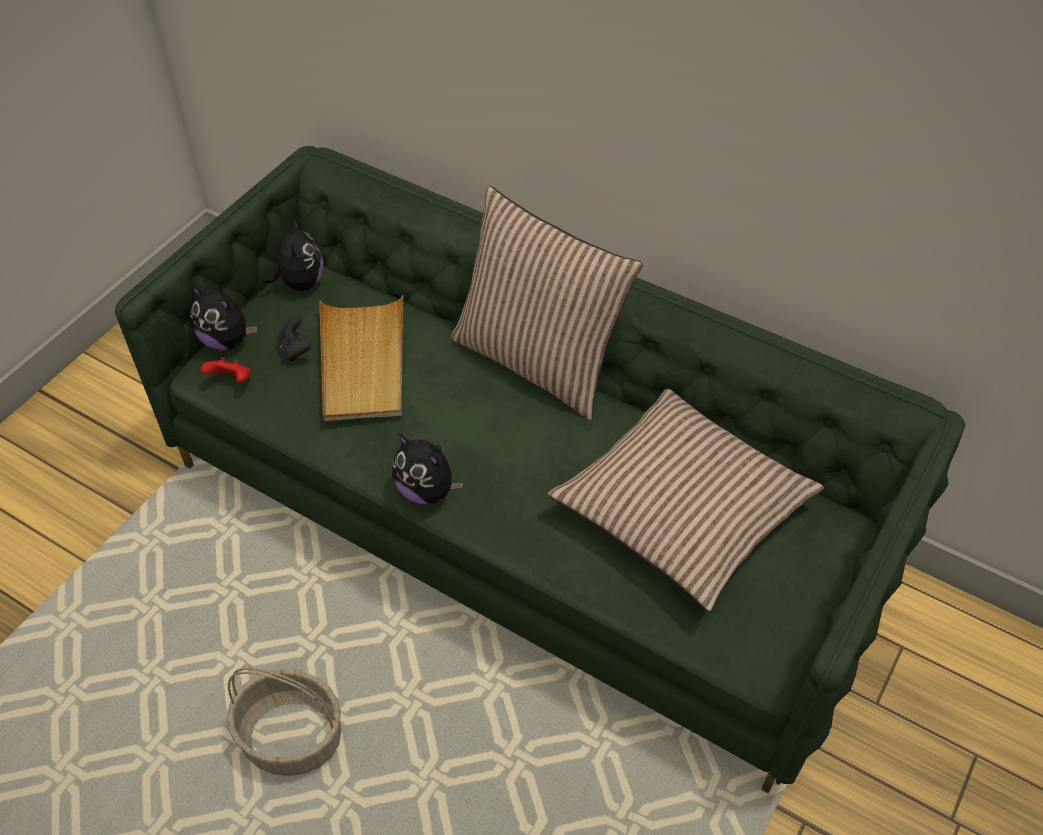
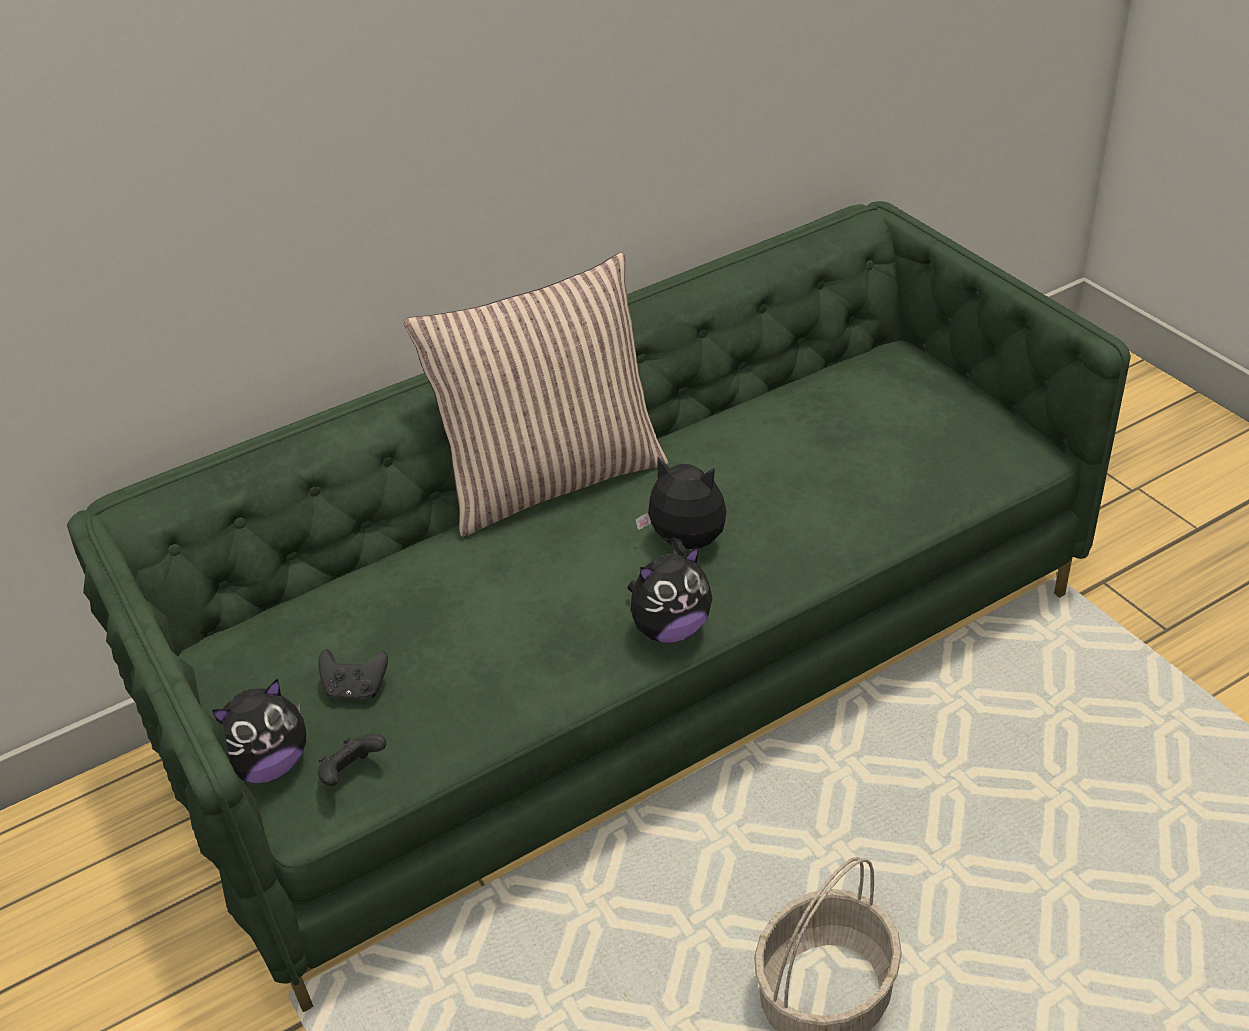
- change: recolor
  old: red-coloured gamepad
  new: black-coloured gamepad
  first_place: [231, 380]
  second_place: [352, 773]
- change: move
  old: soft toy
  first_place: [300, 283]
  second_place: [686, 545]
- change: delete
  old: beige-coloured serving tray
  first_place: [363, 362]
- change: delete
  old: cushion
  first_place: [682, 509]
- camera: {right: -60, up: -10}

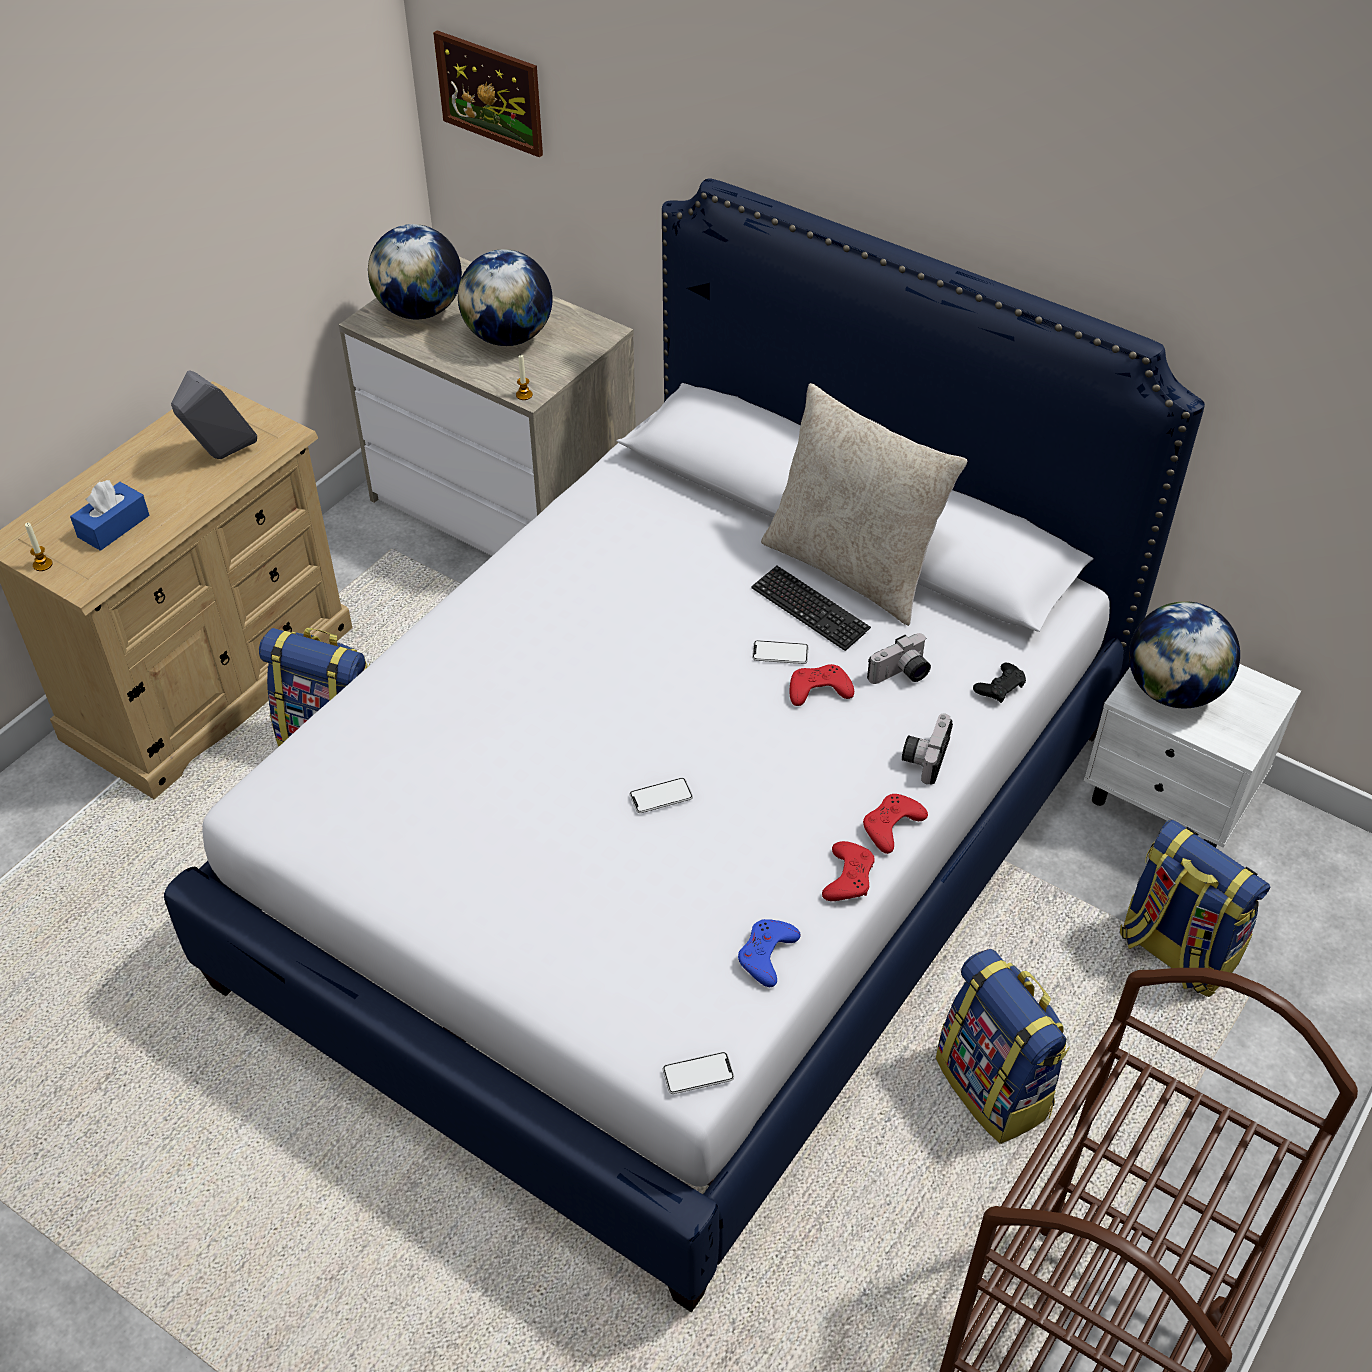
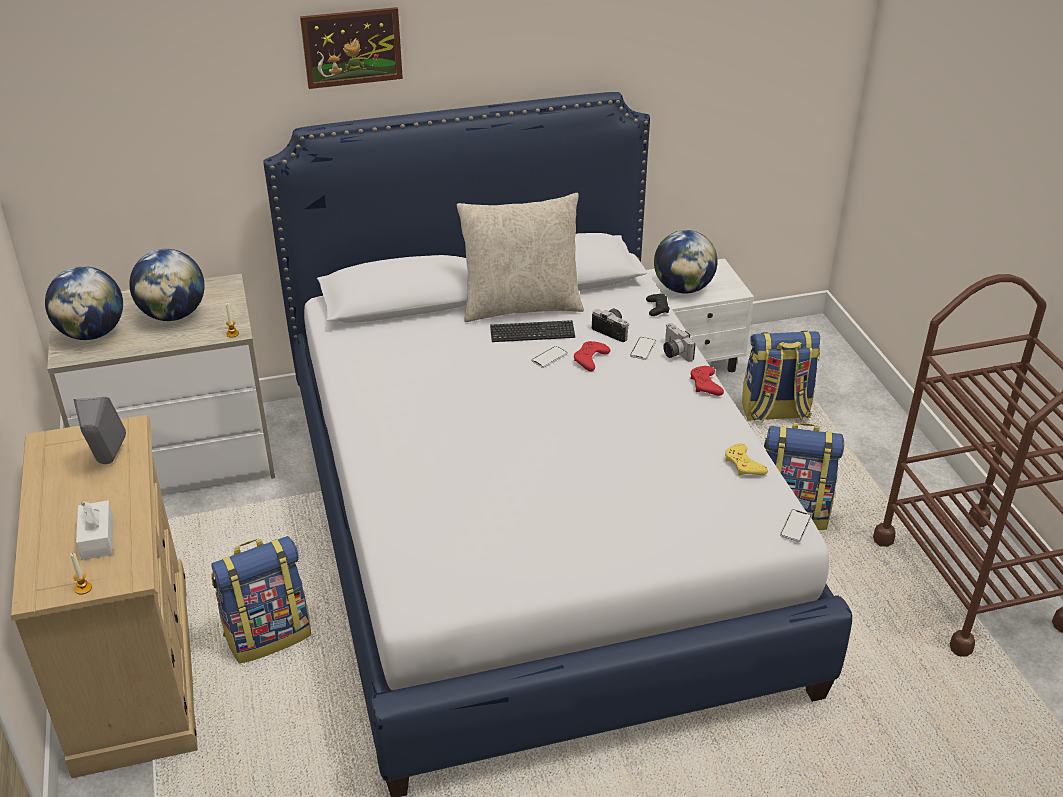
- change: recolor
  old: blue-coloured tissue box
  new: white tissue box
  first_place: [113, 526]
  second_place: [97, 538]
- change: move
  old: wall picture
  first_place: [490, 93]
  second_place: [352, 47]
- change: rotate
  old: still camera
  first_place: [901, 675]
  second_place: [613, 330]
  degrees: -60
- change: move
  old: handset
  first_place: [661, 796]
  second_place: [643, 349]
- change: recolor
  old: blue-coloured gamepad
  new: yellow-coloured gamepad
  first_place: [766, 955]
  second_place: [744, 465]
- change: delete
  old: red-coloured gamepad
  first_place: [848, 877]
- camera: {right: -50, up: -10}

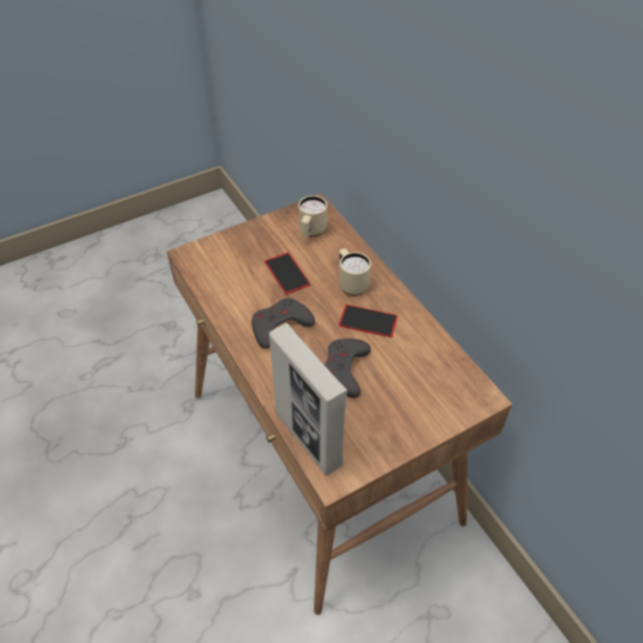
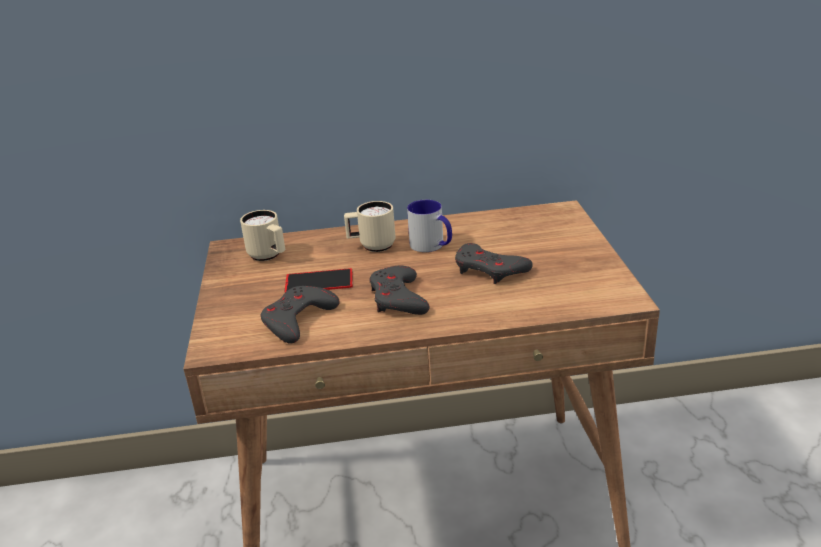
- change: insert
  new: gray gamepad
  second_place: [298, 319]
- change: replace
  old: handset
  new: tea mug
  first_place: [368, 321]
  second_place: [432, 246]
- change: delete
  old: standing frame
  first_place: [308, 439]
- camera: {right: -65, up: -20}

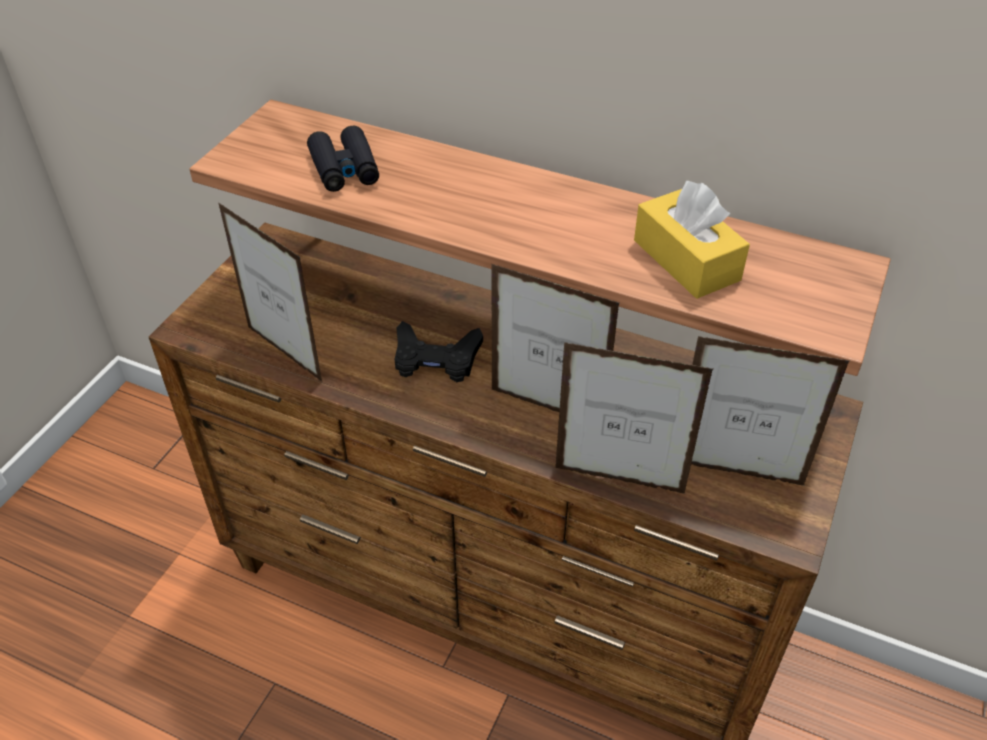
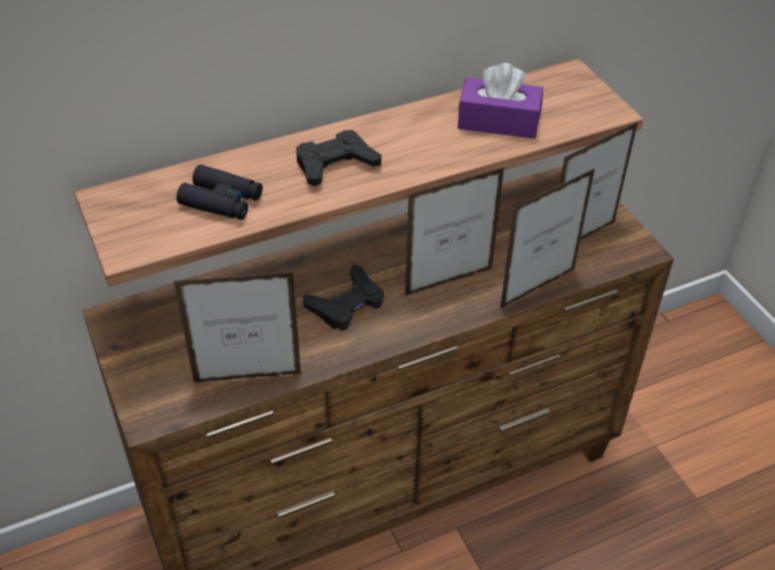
- change: insert
  new: black-coloured gamepad
  second_place: [335, 164]
- change: recolor
  old: yellow-coloured tissue box
  new: purple-coloured tissue box
  first_place: [686, 260]
  second_place: [498, 122]
- camera: {right: -50, up: 0}

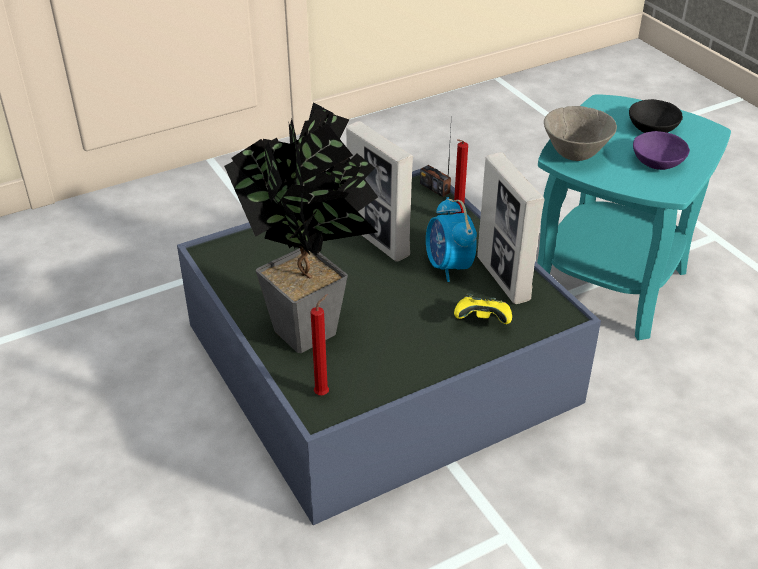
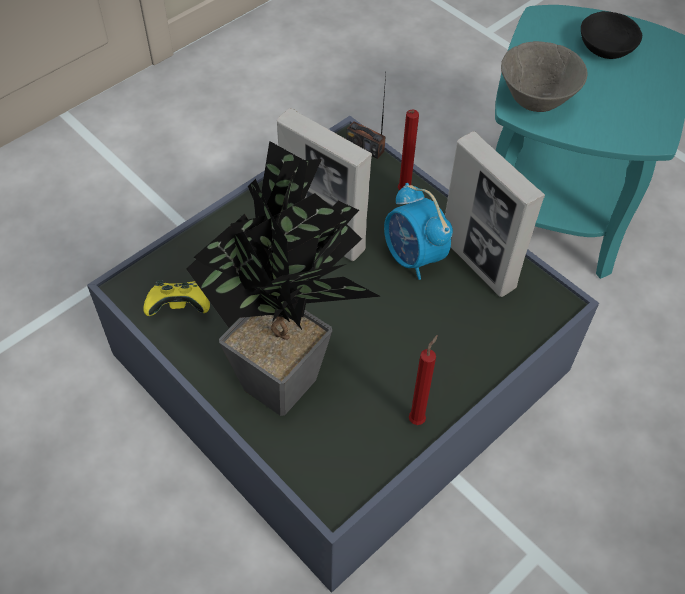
- change: move
  old: yellow-coloured gamepad
  first_place: [483, 321]
  second_place: [180, 307]
- change: move
  old: red-coloured wax candle
  first_place: [323, 393]
  second_place: [418, 418]
- change: delete
  old: purple-coloured deep dish
  first_place: [655, 161]
- camera: {right: -15, up: 15}

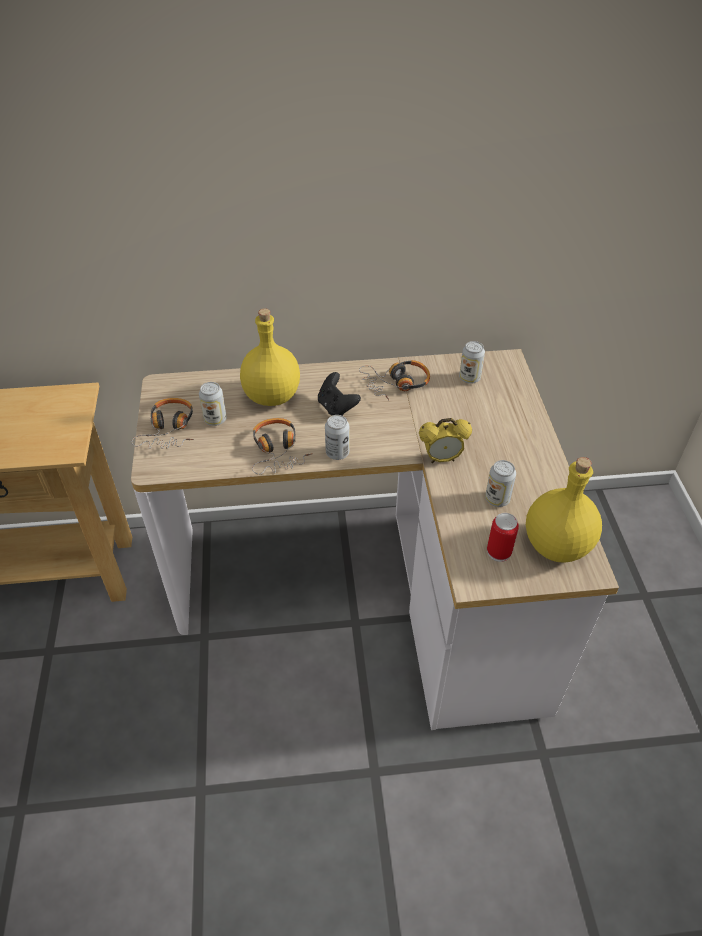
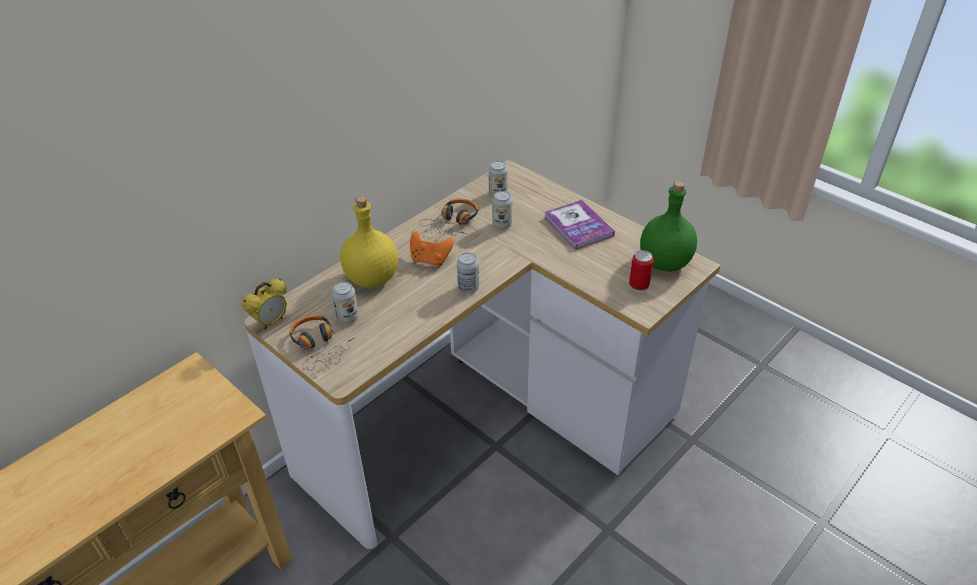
- change: move
  old: alarm clock
  first_place: [442, 459]
  second_place: [271, 322]
- change: recolor
  old: black-coloured gamepad
  new: orange gamepad
  first_place: [336, 407]
  second_place: [430, 260]
- change: move
  old: can
  first_place: [497, 499]
  second_place: [502, 225]
- change: insert
  new: volume
  second_place: [578, 226]
- change: recolor
  old: yellow-coloured drink bottle
  new: greenish drink bottle
  first_place: [557, 546]
  second_place: [665, 263]
- change: delete
  old: headphones
  first_place: [278, 451]
- camera: {right: -40, up: -5}

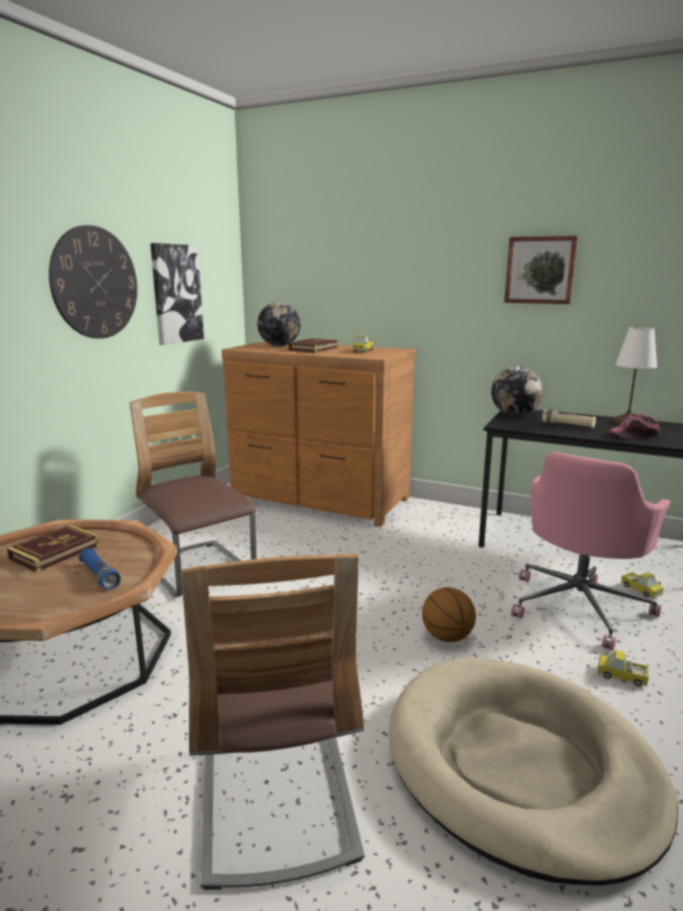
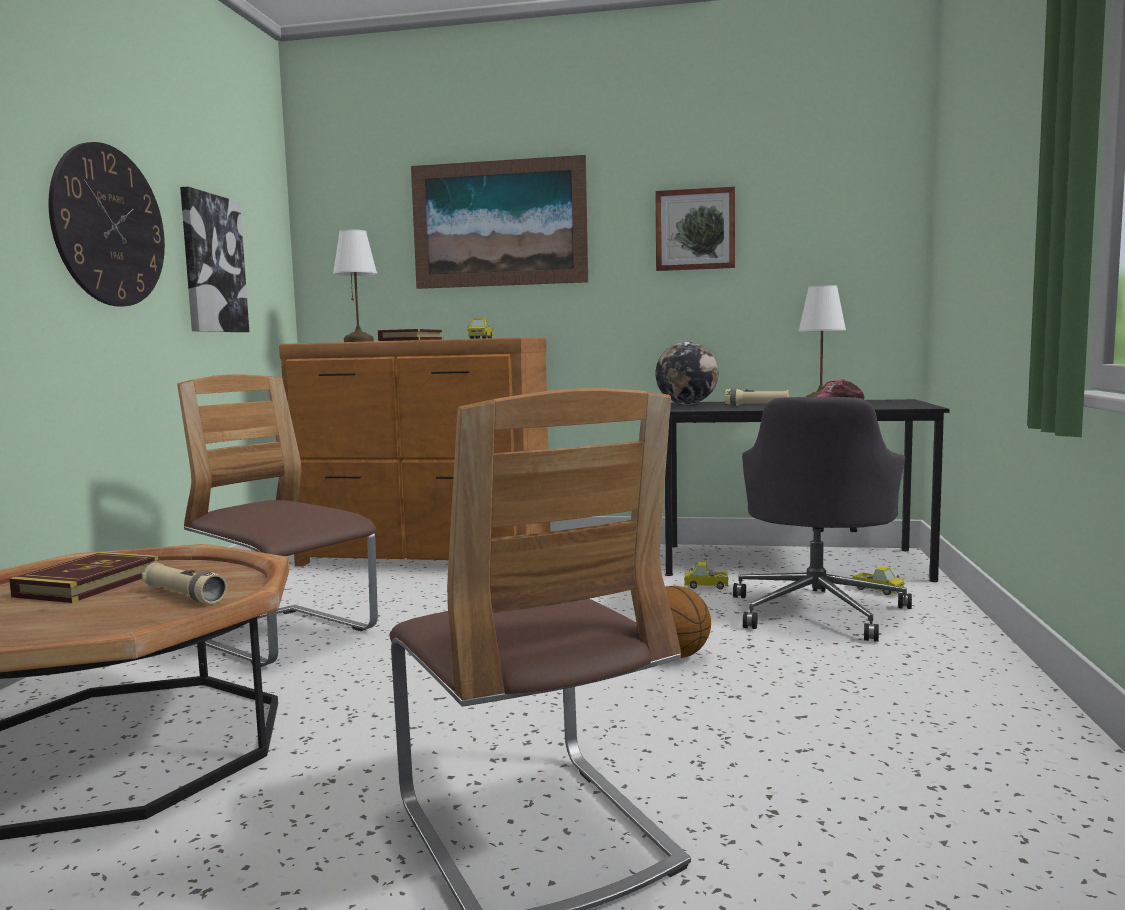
- change: recolor
  old: blue-coloured hand torch
  new: beige-coloured hand torch
  first_place: [100, 576]
  second_place: [184, 596]
- change: replace
  old: world globe
  new: white tabletop lamp
  first_place: [279, 346]
  second_place: [359, 341]
- change: insert
  new: wall picture
  second_place: [499, 224]
- change: move
  old: model truck
  first_place: [621, 676]
  second_place: [706, 586]
- change: recolor
  old: pink-coloured office chair
  new: gray office chair
  first_place: [579, 606]
  second_place: [817, 611]
- change: delete
  old: beige-coloured pet bed
  first_place: [520, 766]
- camera: {right: -15, up: -10}

